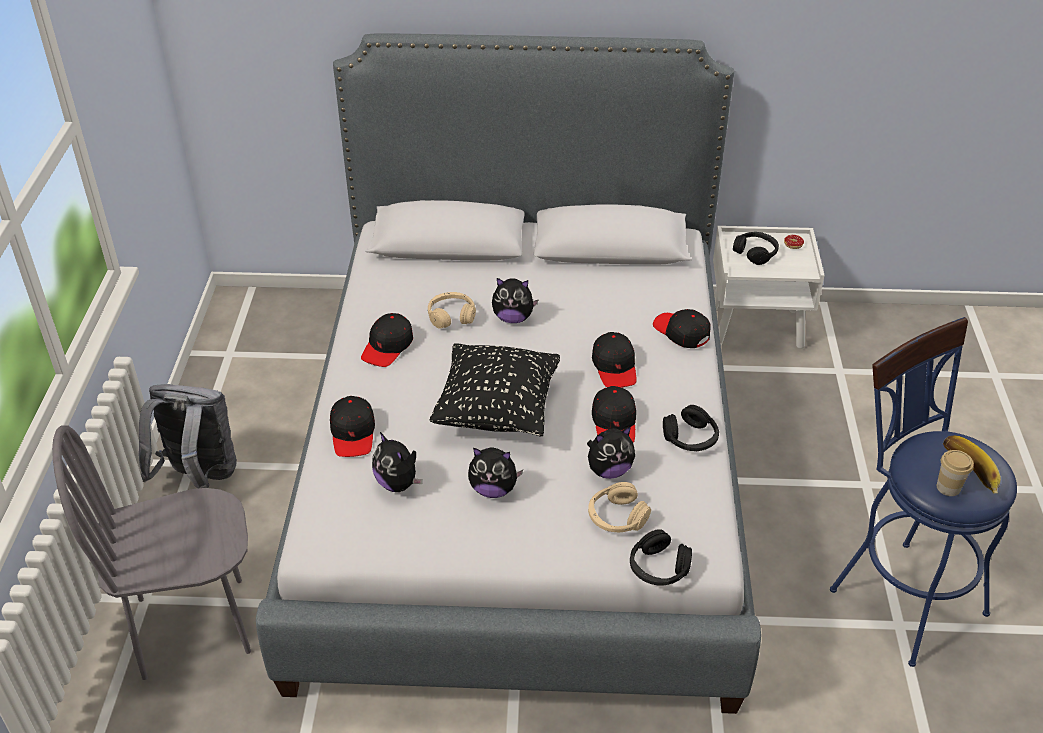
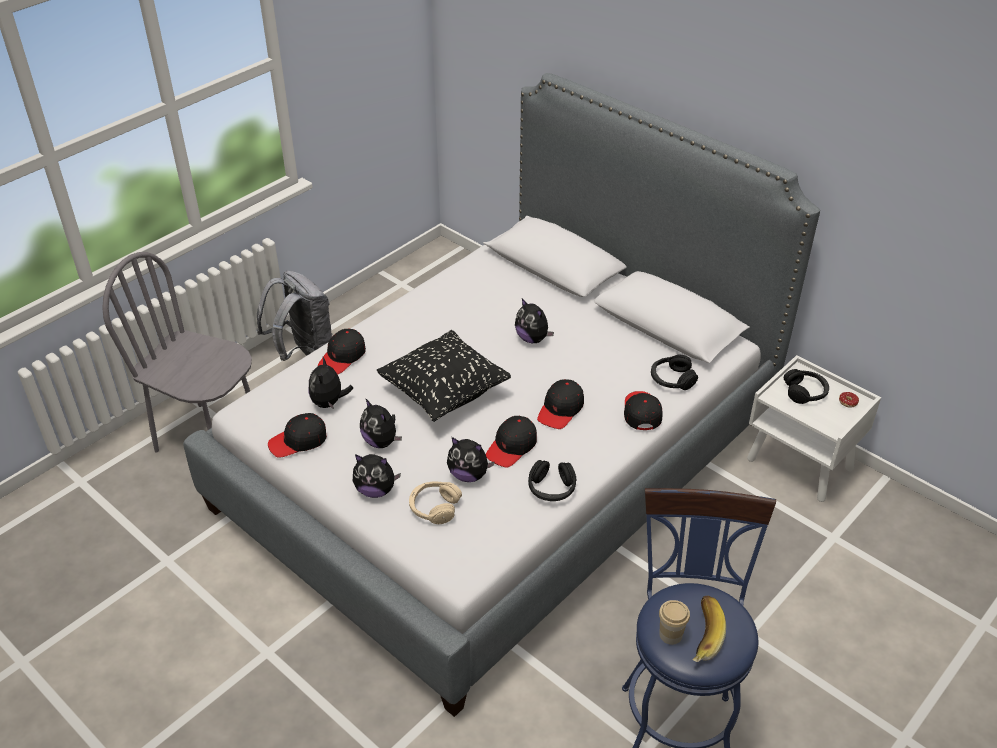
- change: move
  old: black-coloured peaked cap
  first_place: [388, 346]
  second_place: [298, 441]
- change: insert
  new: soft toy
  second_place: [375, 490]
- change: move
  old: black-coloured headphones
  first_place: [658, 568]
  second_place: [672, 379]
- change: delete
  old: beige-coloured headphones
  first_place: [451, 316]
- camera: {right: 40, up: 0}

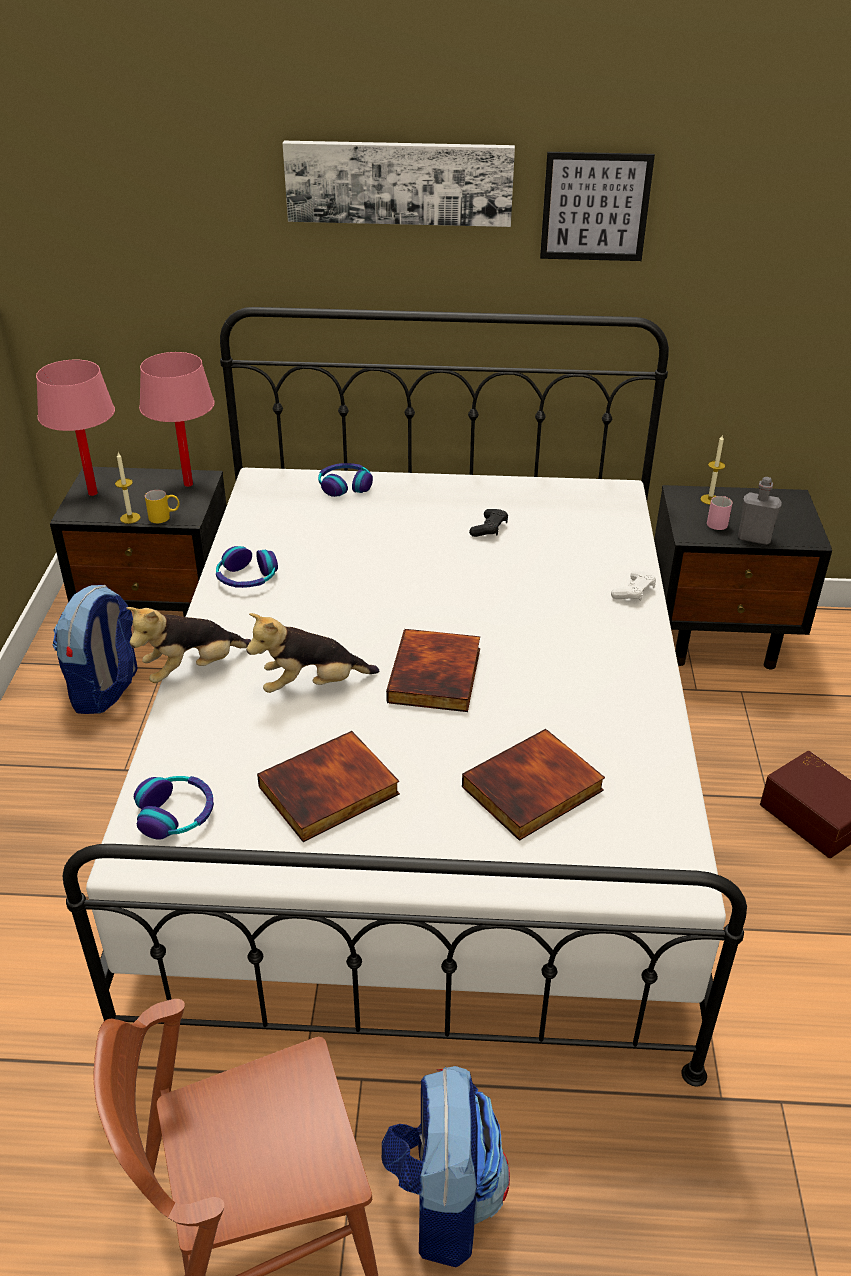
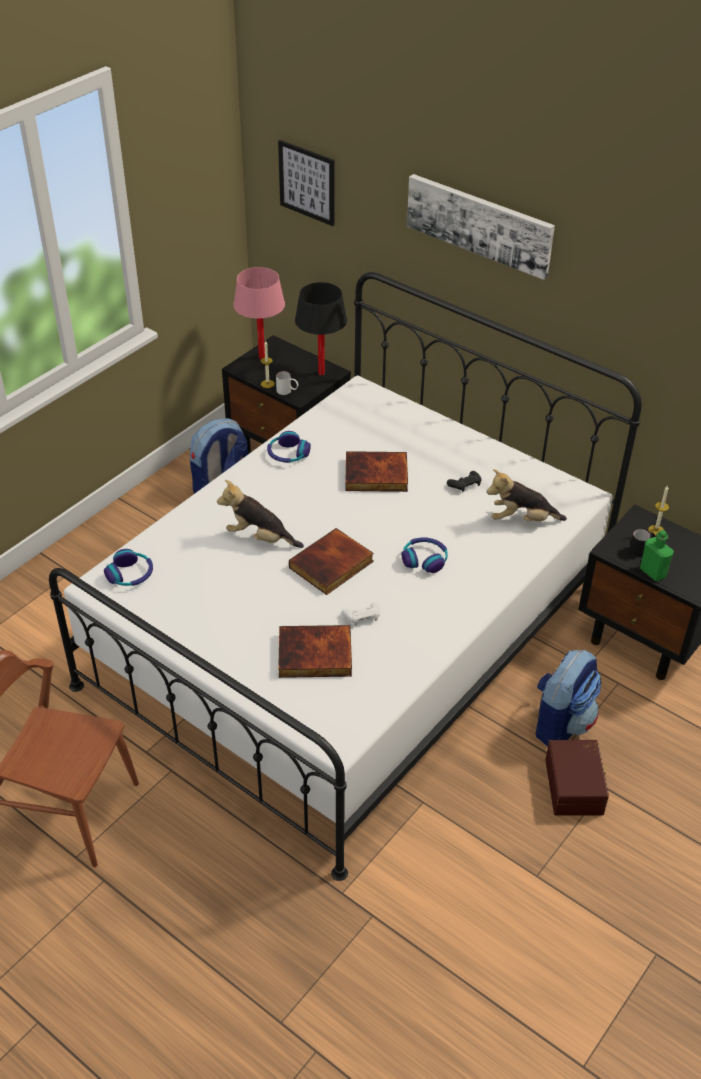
- change: recolor
  old: yellow-coloured tea mug
  new: white tea mug
  first_place: [165, 517]
  second_place: [287, 391]
- change: move
  old: wall picture
  first_place: [595, 207]
  second_place: [307, 182]
- change: recolor
  old: pink-coloured tabletop lamp
  new: black-coloured tabletop lamp
  first_place: [188, 484]
  second_place: [321, 373]
- change: move
  old: white gamepad
  first_place: [634, 592]
  second_place: [362, 617]
- change: move
  old: volume
  first_place: [329, 792]
  second_place: [375, 476]
- change: move
  old: headphones
  first_place: [345, 486]
  second_place: [424, 559]
- change: move
  old: soft toy
  first_place: [193, 669]
  second_place: [521, 520]
- change: move
  old: rucksack
  first_place: [443, 1198]
  second_place: [560, 723]
- change: recolor
  old: pink-coloured tea mug
  new: black-coloured tea mug
  first_place: [718, 521]
  second_place: [641, 549]
- change: recolor
  old: gray drink bottle
  new: greenish drink bottle
  first_place: [754, 538]
  second_place: [652, 572]
- camera: {right: 35, up: 5}

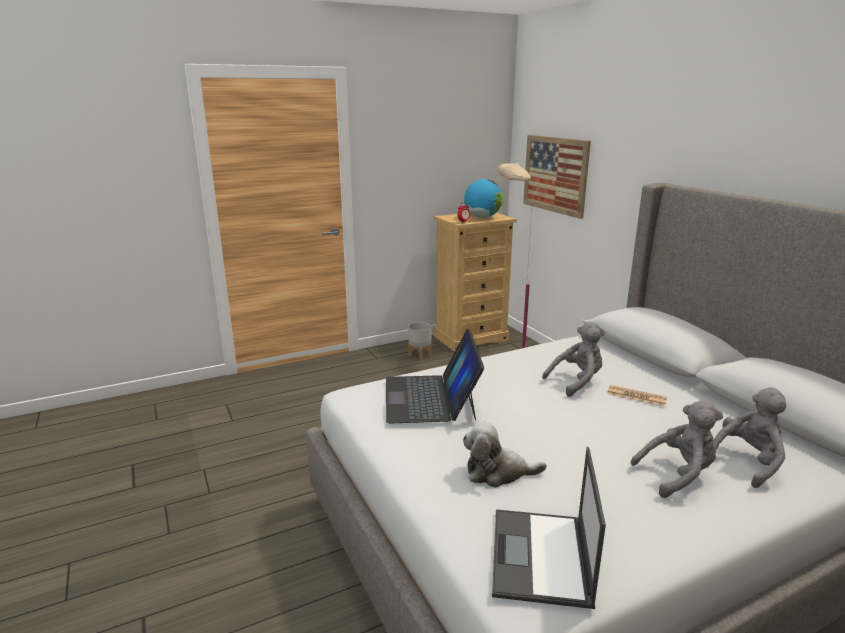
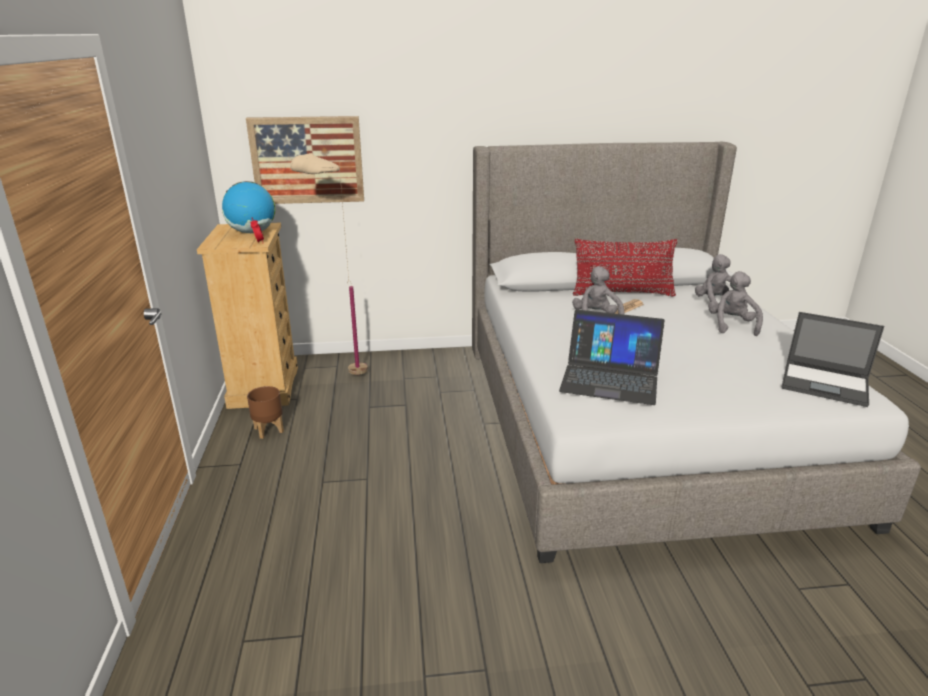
- change: recolor
  old: gray plant pot
  new: brownish plant pot
  first_place: [420, 355]
  second_place: [268, 430]
- change: insert
  new: red-coloured cushion
  second_place: [622, 293]
- change: delete
  old: soft toy
  first_place: [497, 472]
- camera: {right: -70, up: 5}

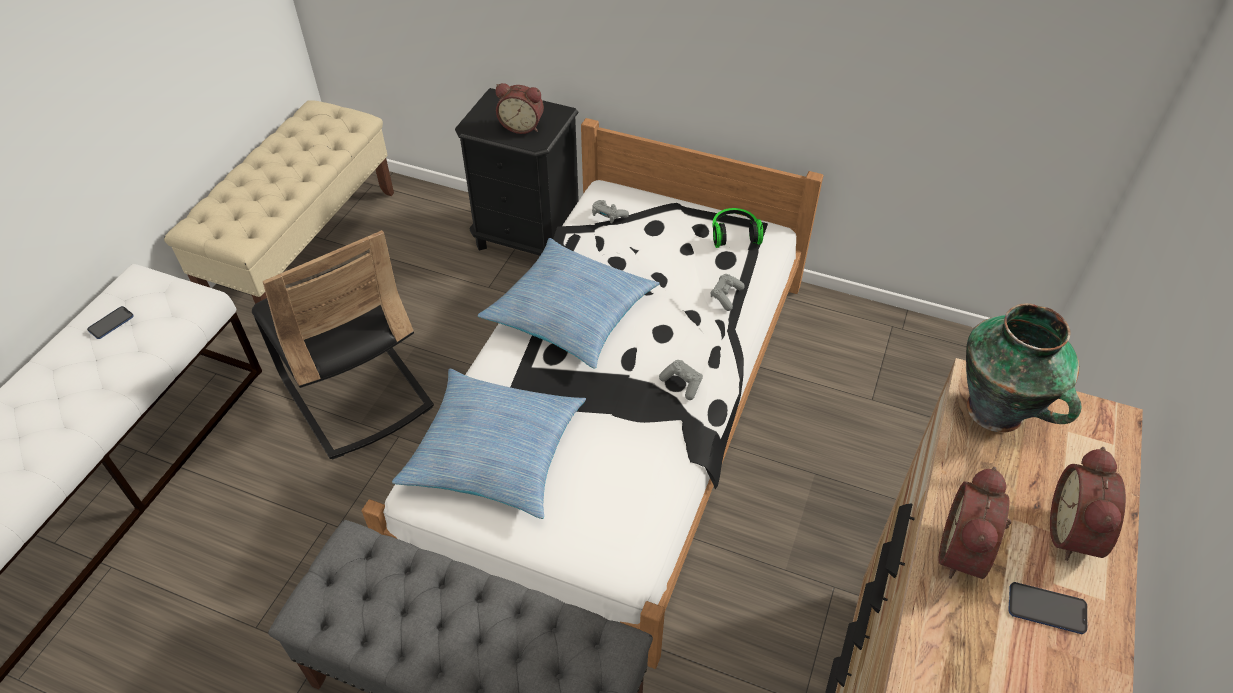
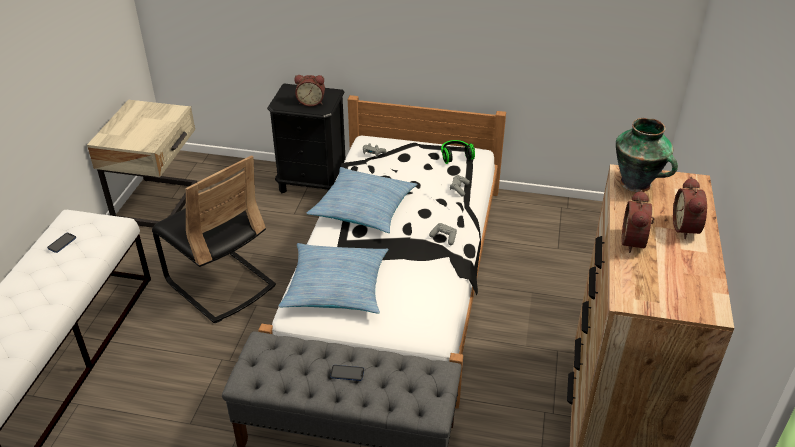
- change: replace
  old: beige-coloured long seat
  new: beige-coloured bedside table
  first_place: [305, 247]
  second_place: [159, 204]
- change: move
  old: handset
  first_place: [1046, 609]
  second_place: [347, 373]
- camera: {right: -10, up: -10}

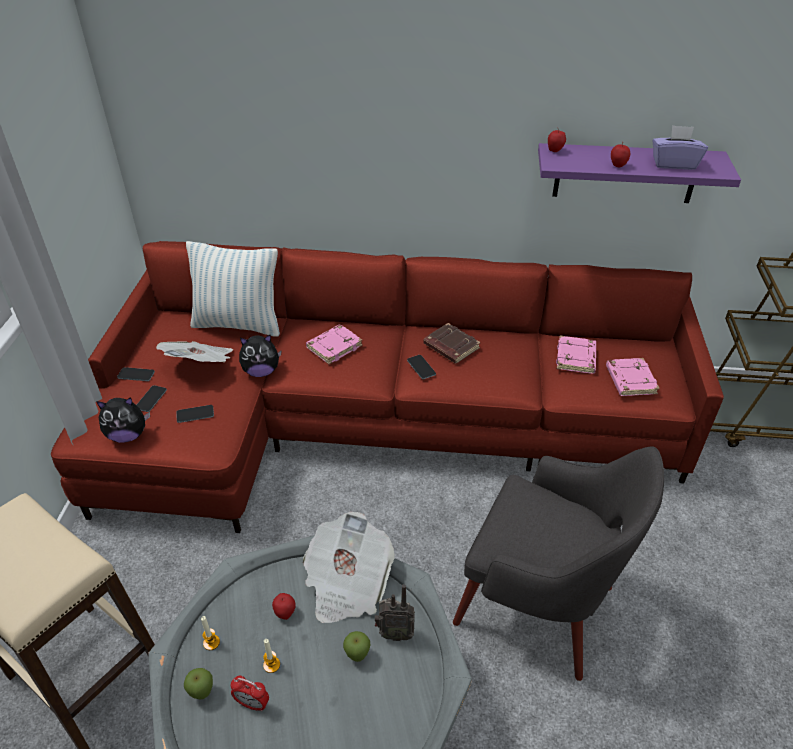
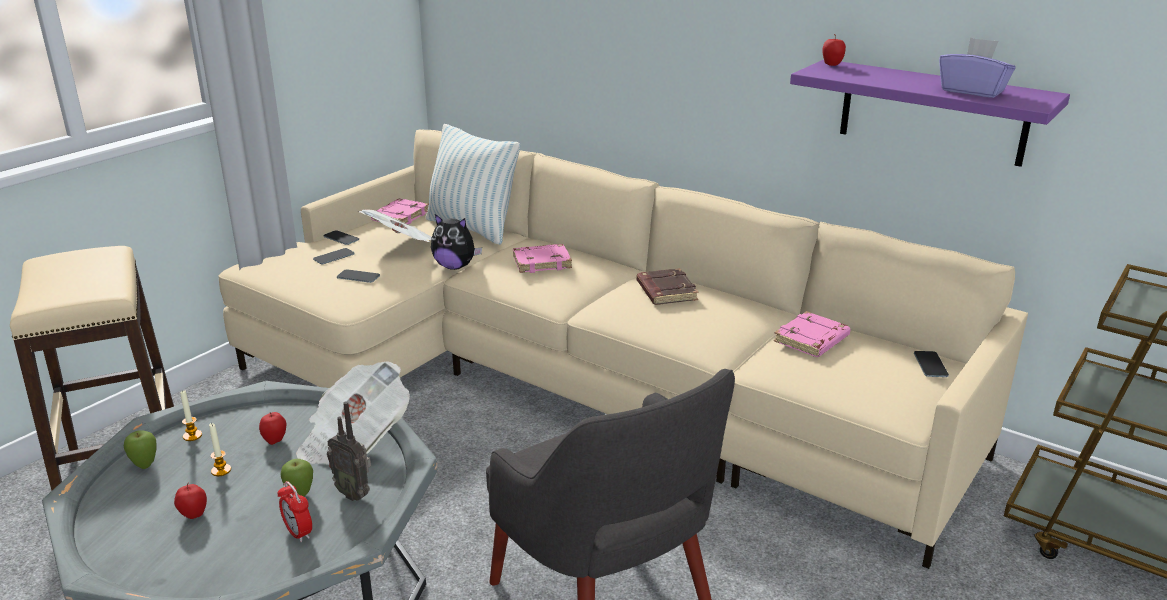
- change: move
  old: whole apple
  first_place: [617, 166]
  second_place: [194, 515]
- change: recolor
  old: red-coloured sofa
  new: beige-coloured sofa
  first_place: [372, 423]
  second_place: [576, 383]
- change: move
  old: alarm clock
  first_place: [252, 703]
  second_place: [298, 533]
- change: move
  old: pink-coloured volume
  first_place: [629, 380]
  second_place: [400, 216]
- change: move
  old: handset
  first_place: [421, 367]
  second_place: [930, 364]
- change: delete
  old: soft toy
  first_place: [128, 435]
- camera: {right: 30, up: -15}

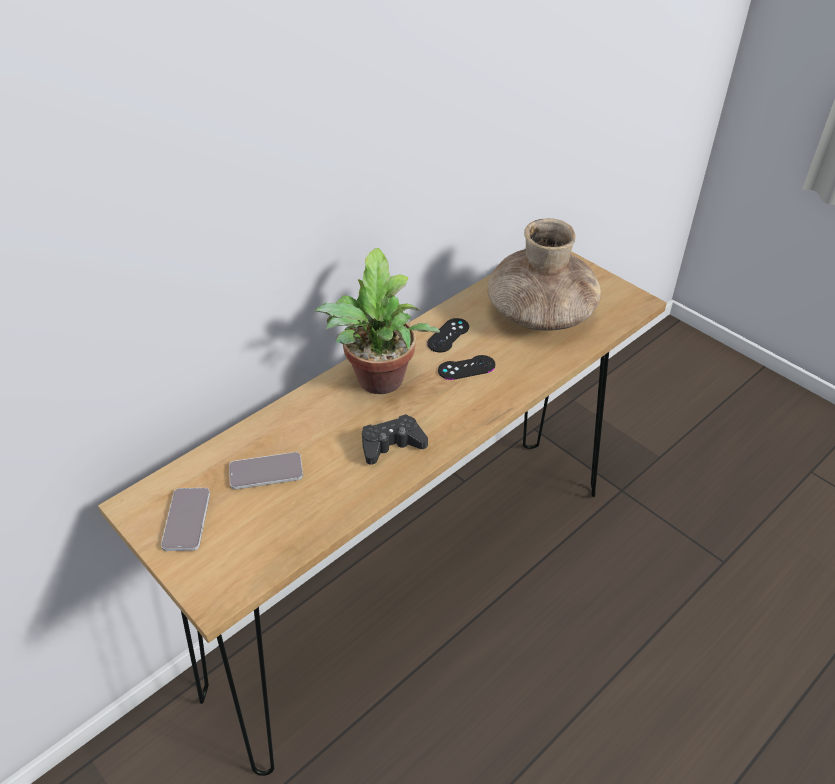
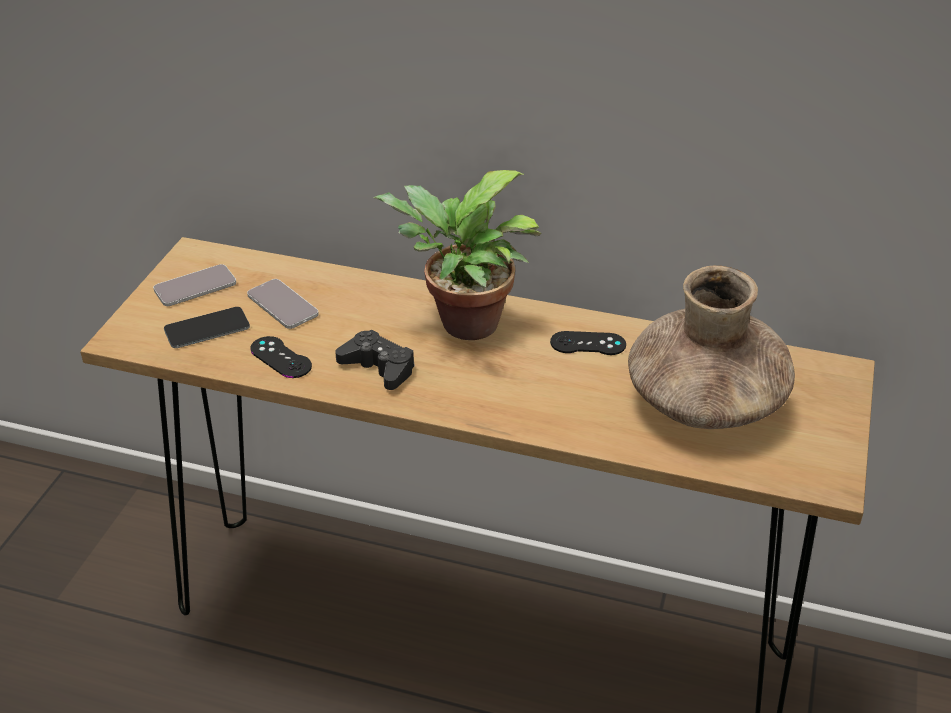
- change: insert
  new: handset
  second_place: [207, 328]
- change: move
  old: black-coloured gamepad
  first_place: [466, 368]
  second_place: [281, 357]
- camera: {right: 60, up: -5}

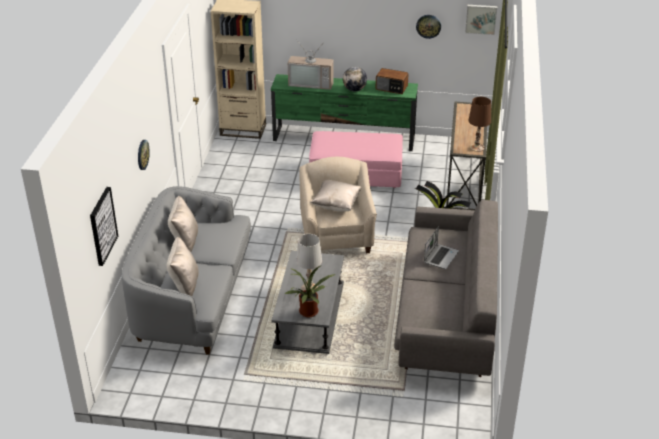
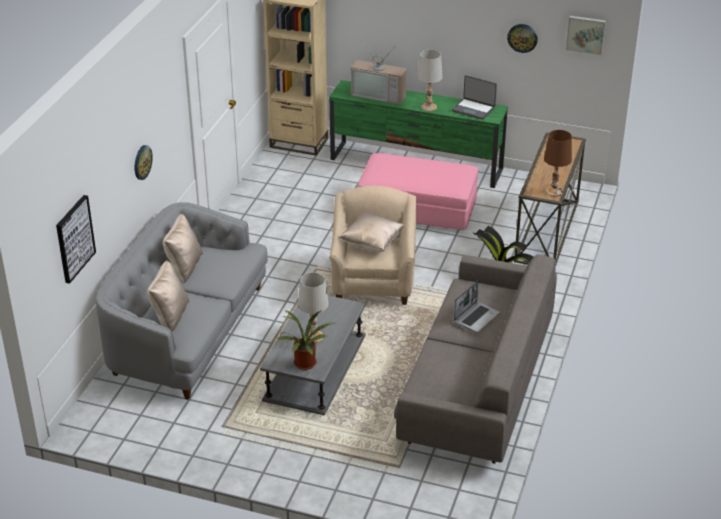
- change: replace
  old: world globe
  new: white tabletop lamp
  first_place: [354, 90]
  second_place: [428, 107]
- change: replace
  old: radio set
  new: notebook computer
  first_place: [391, 88]
  second_place: [473, 109]
- camera: {right: 10, up: 0}

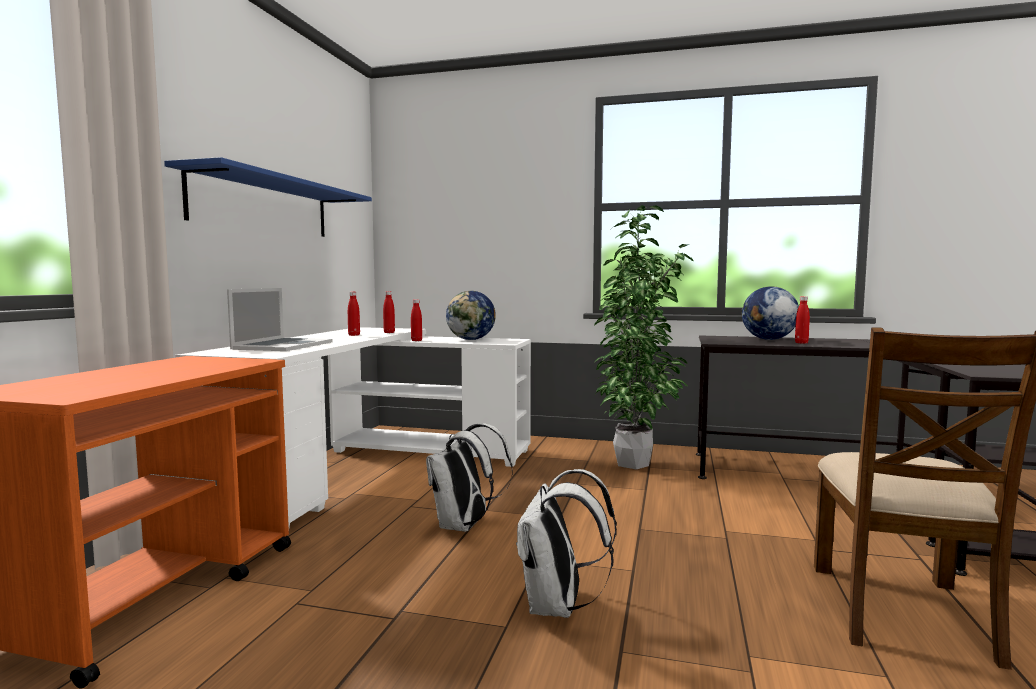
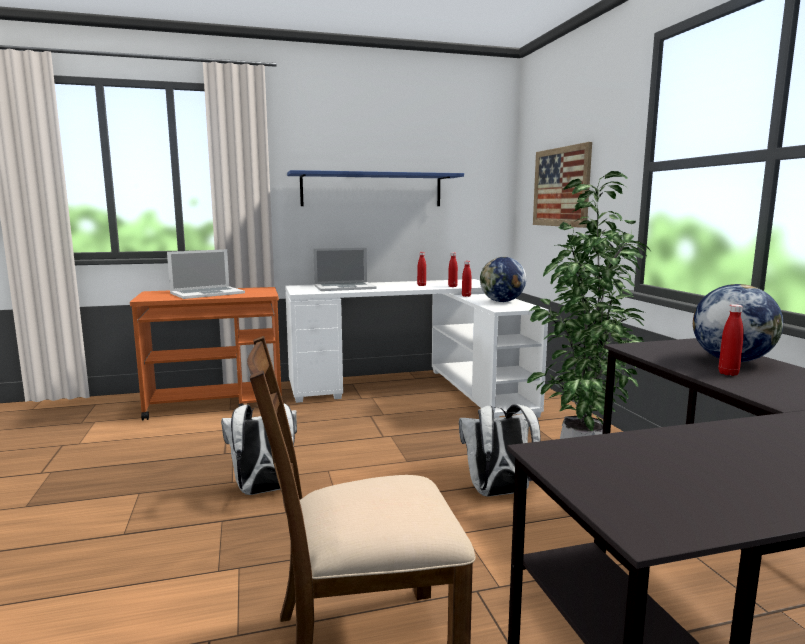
- change: insert
  new: notebook computer
  second_place: [207, 293]
- change: move
  old: white rucksack
  first_place: [465, 526]
  second_place: [498, 493]
- change: insert
  new: wall picture
  second_place: [561, 187]
- camera: {right: 60, up: 5}

